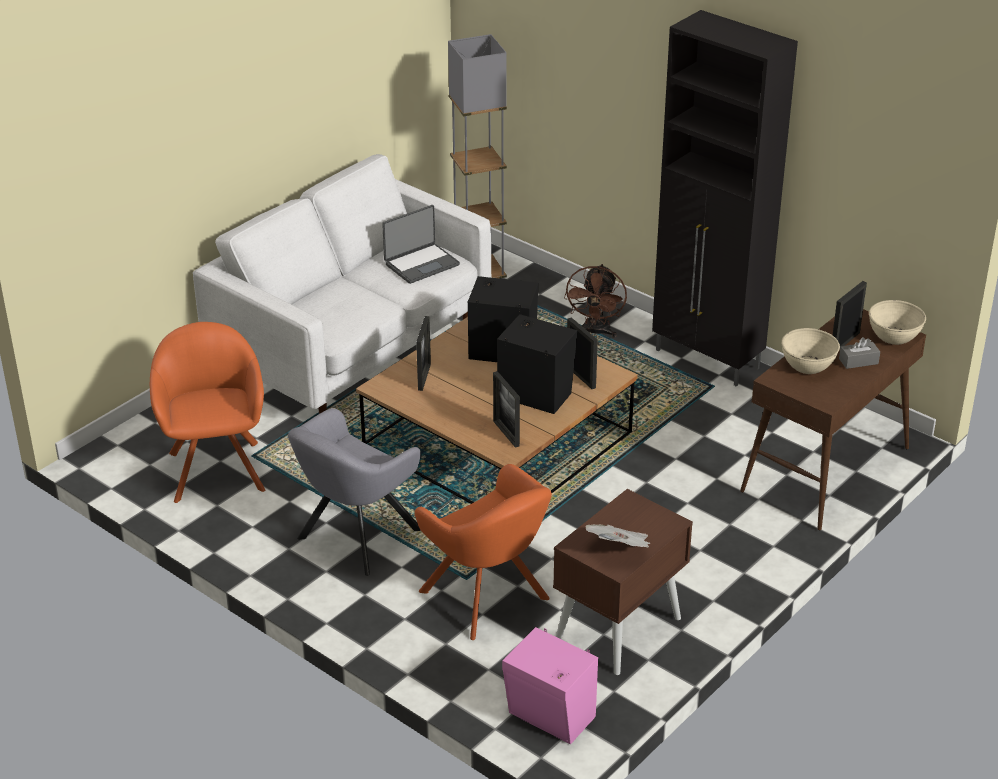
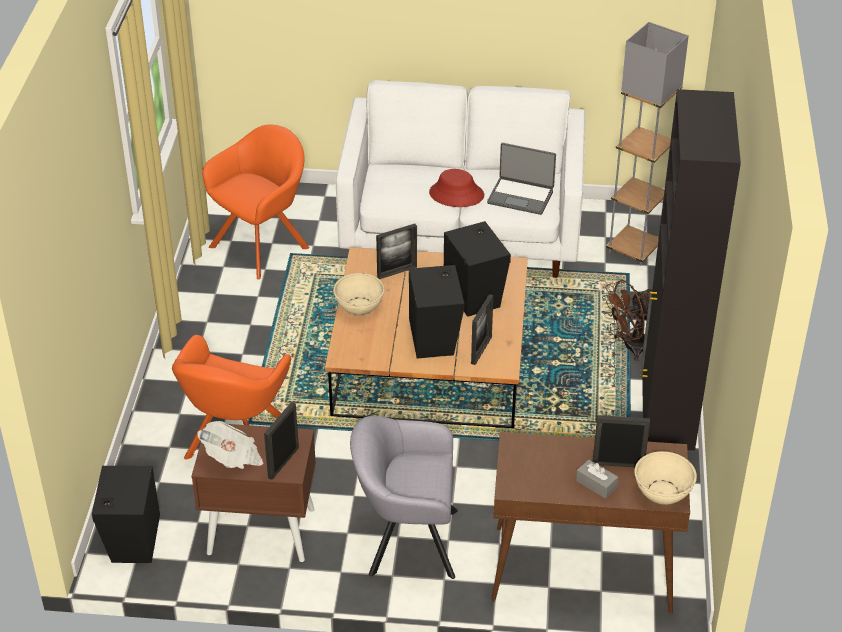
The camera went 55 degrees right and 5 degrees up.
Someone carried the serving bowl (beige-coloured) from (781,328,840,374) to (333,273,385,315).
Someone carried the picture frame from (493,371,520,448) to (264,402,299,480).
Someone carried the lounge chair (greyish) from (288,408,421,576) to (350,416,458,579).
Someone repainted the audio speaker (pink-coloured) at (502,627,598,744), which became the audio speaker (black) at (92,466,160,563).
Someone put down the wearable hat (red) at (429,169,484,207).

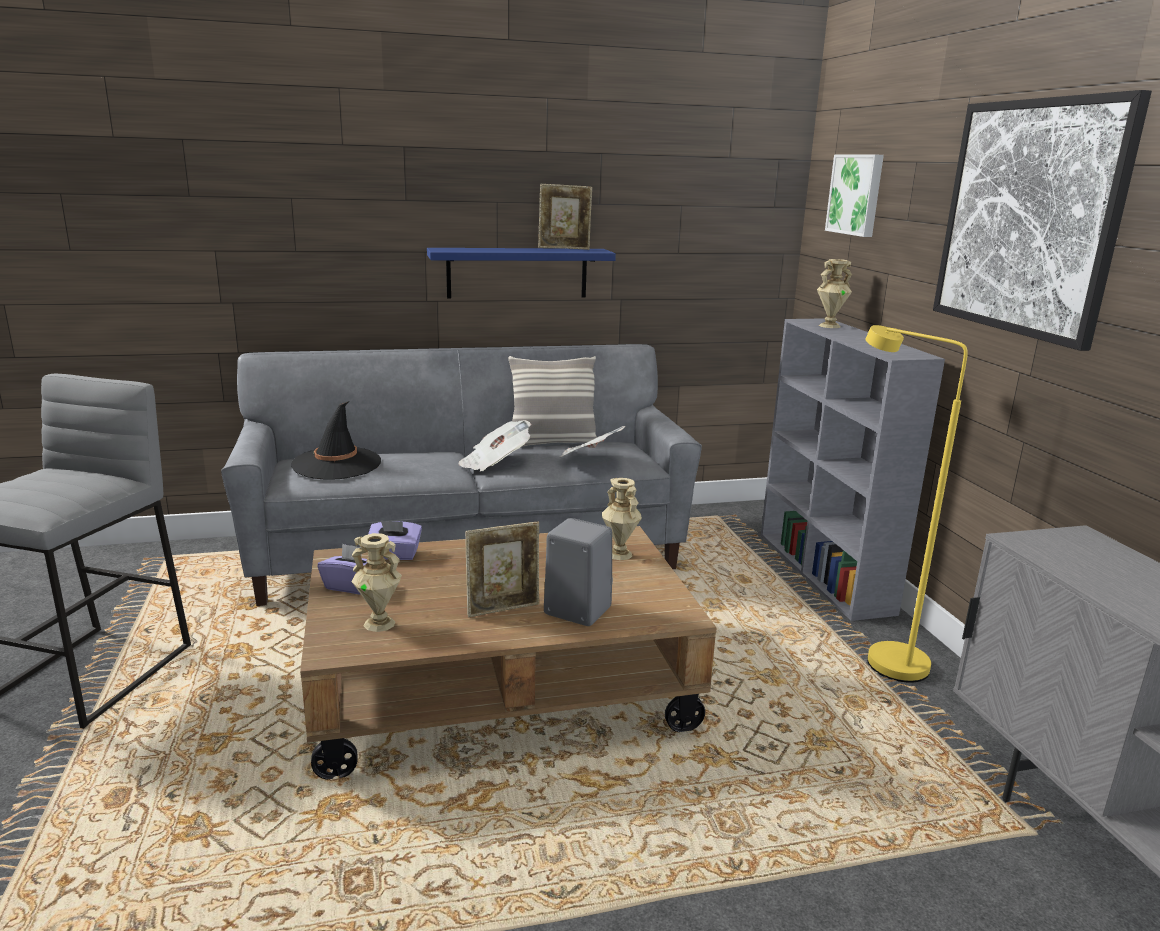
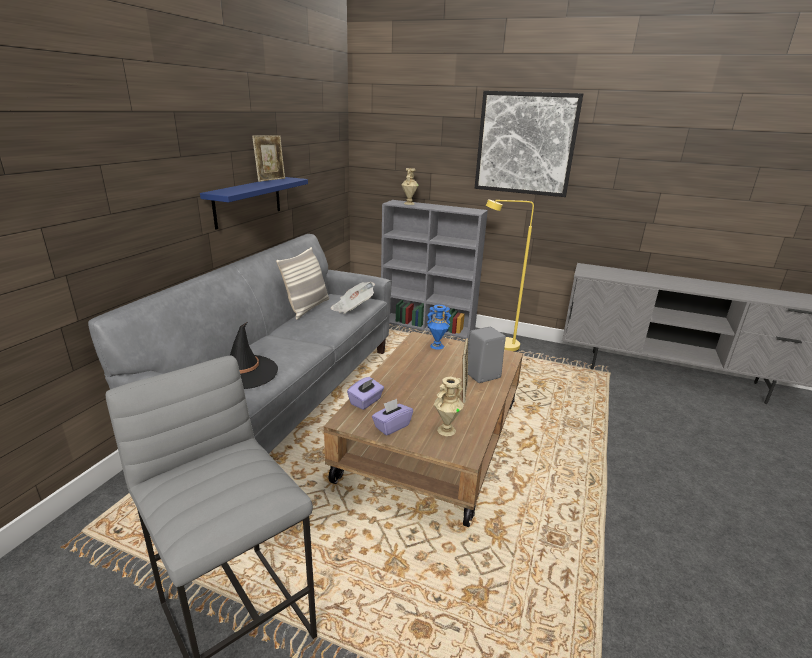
The camera went 55 degrees left and 5 degrees up.
Someone took away the wall picture at (825,154,884,237).
Someone took away the newspaper at (459,420,531,471).
Someone repainted the decorative vase (beige-coloured) at (602,478,642,560), which became the decorative vase (blue) at (427,305,451,349).

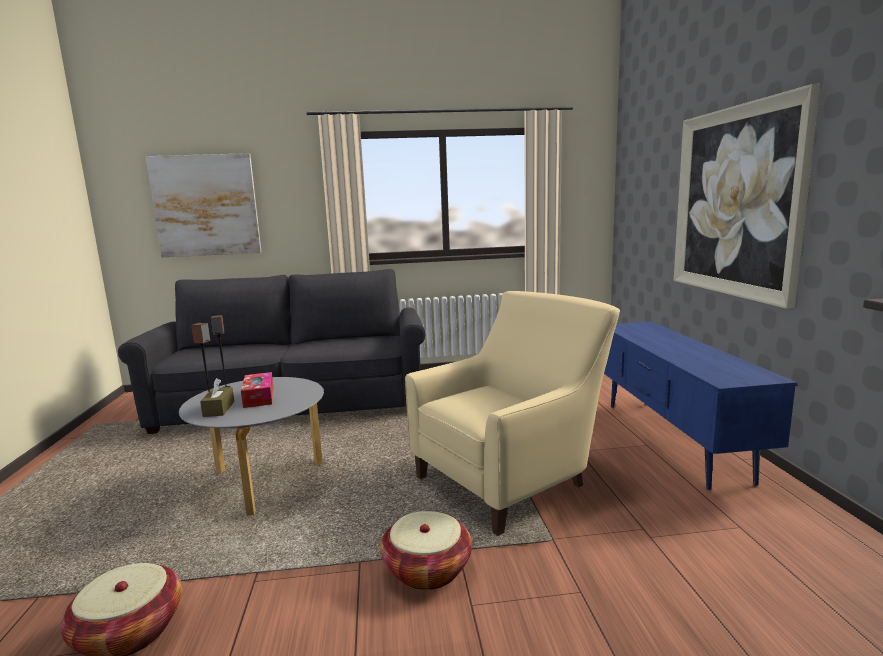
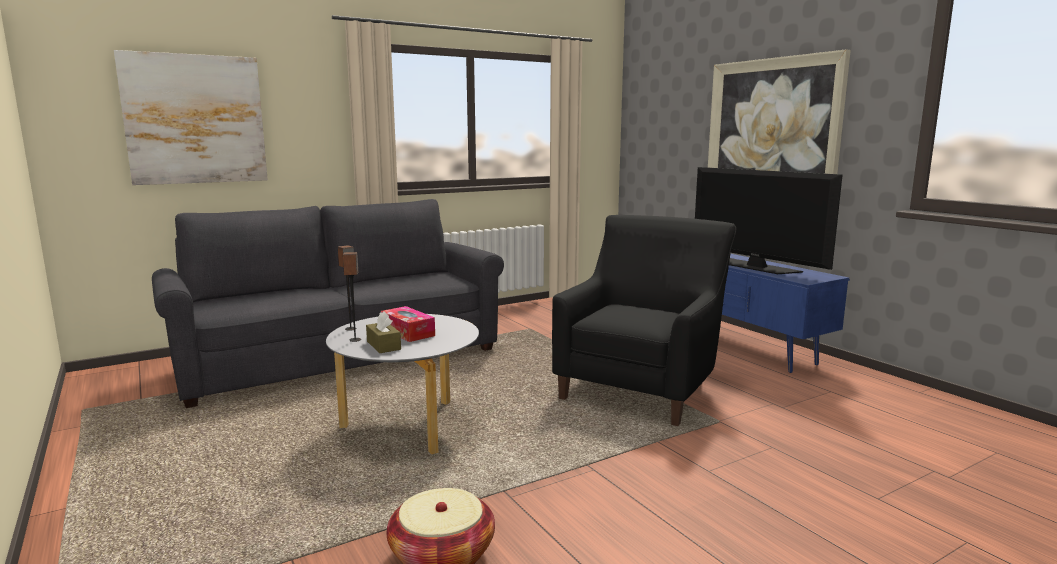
The camera went 25 degrees left and 0 degrees up.
Someone repainted the lounge chair (beige-coloured) at (405,291,620,536), which became the lounge chair (black) at (552,215,736,426).
Someone took away the storage basket at (380,511,472,590).
Someone put down the TV set at (695,167,842,274).

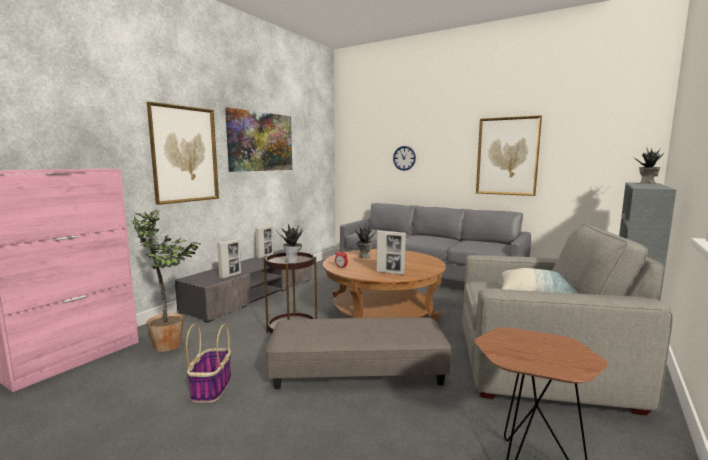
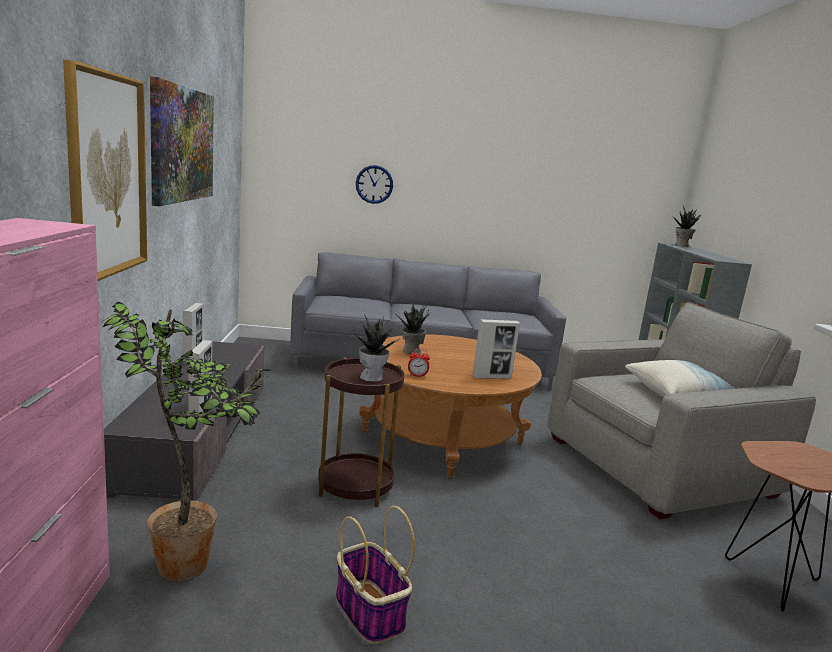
The camera went 35 degrees left and 5 degrees up.
Someone took away the wall picture at (476,115,542,196).
Someone took away the footrest (greyish) at (266,317,451,389).

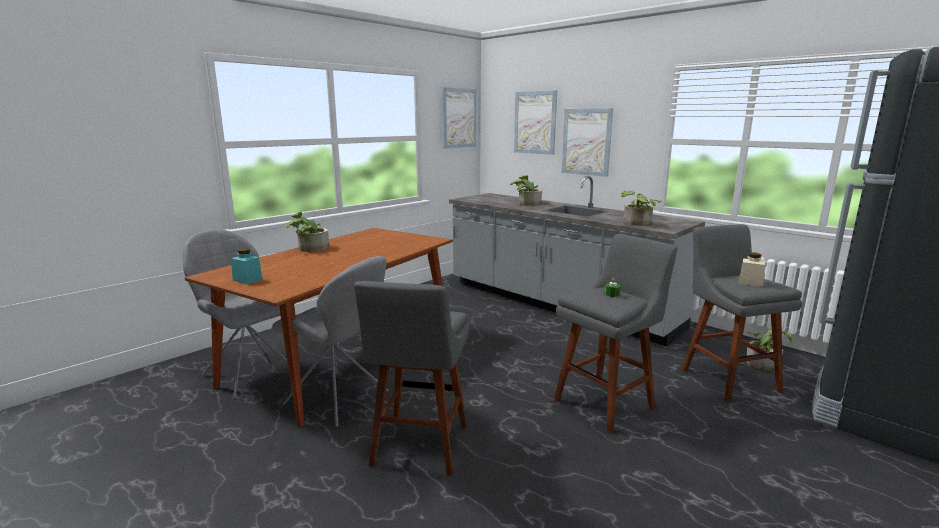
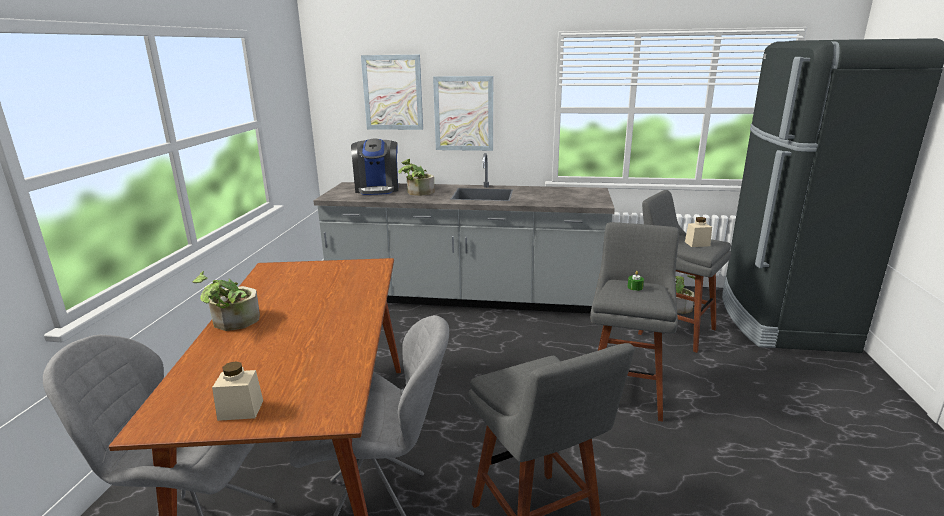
The camera went 35 degrees left and 5 degrees up.
Someone took away the wall picture at (442,87,477,148).
Someone took away the houseplant at (621,190,661,226).
Someone repainted the storage jar (blue-green) at (231,248,263,284), which became the storage jar (beige-coloured) at (212,361,263,421).
Someone put down the coffee maker at (351,139,398,195).

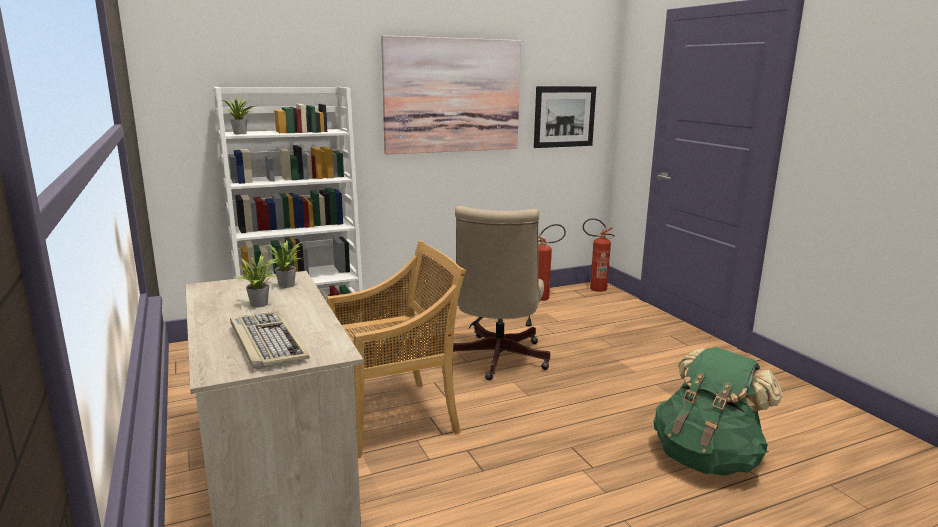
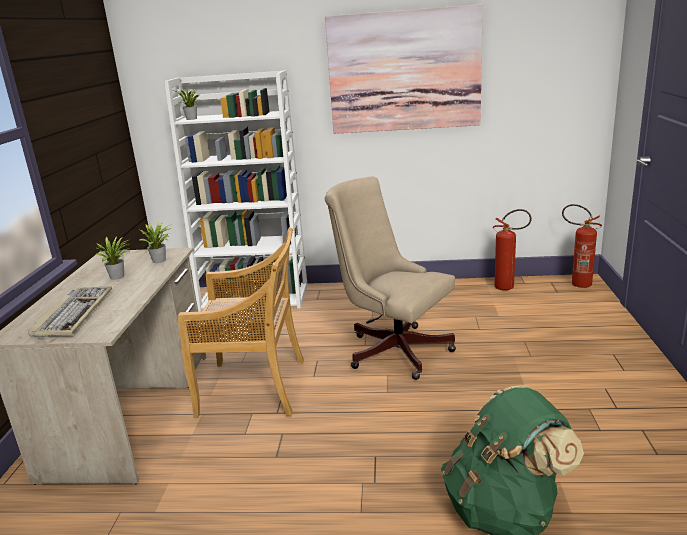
The camera went 30 degrees right and 5 degrees up.
Someone took away the wall picture at (534,86,596,148).
Someone rotated the computer chair (beige-coloured) at (453,206,550,380) by 90 degrees clockwise.

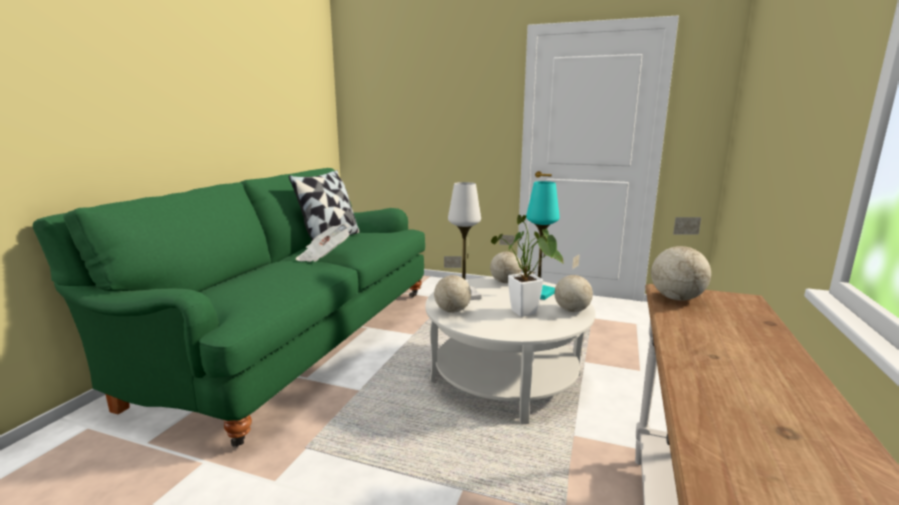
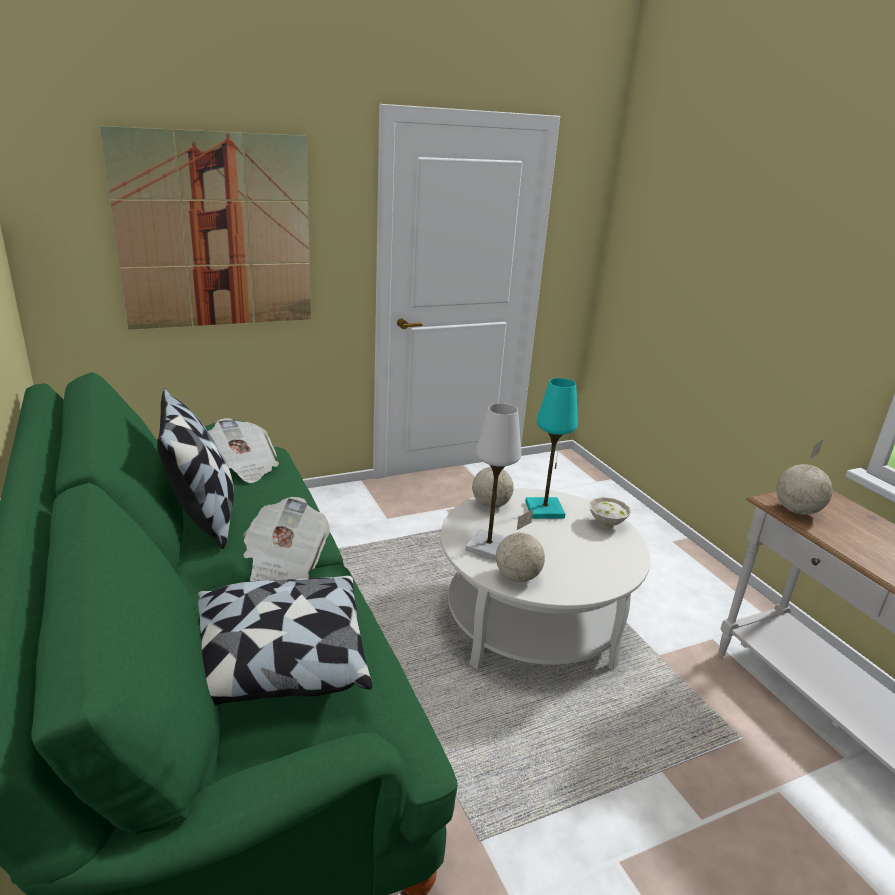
The camera went 45 degrees left and 10 degrees up.
Someone took away the houseplant at (491,215,564,317).
Someone swapped the desk globe at (555,254,593,312) for the serving bowl (white-coloured) at (589,497,631,529).
Someone put up the wall picture at (100,126,311,329).
Someone put down the newspaper at (208,418,279,483).
Someone put down the pillow at (197,576,372,705).

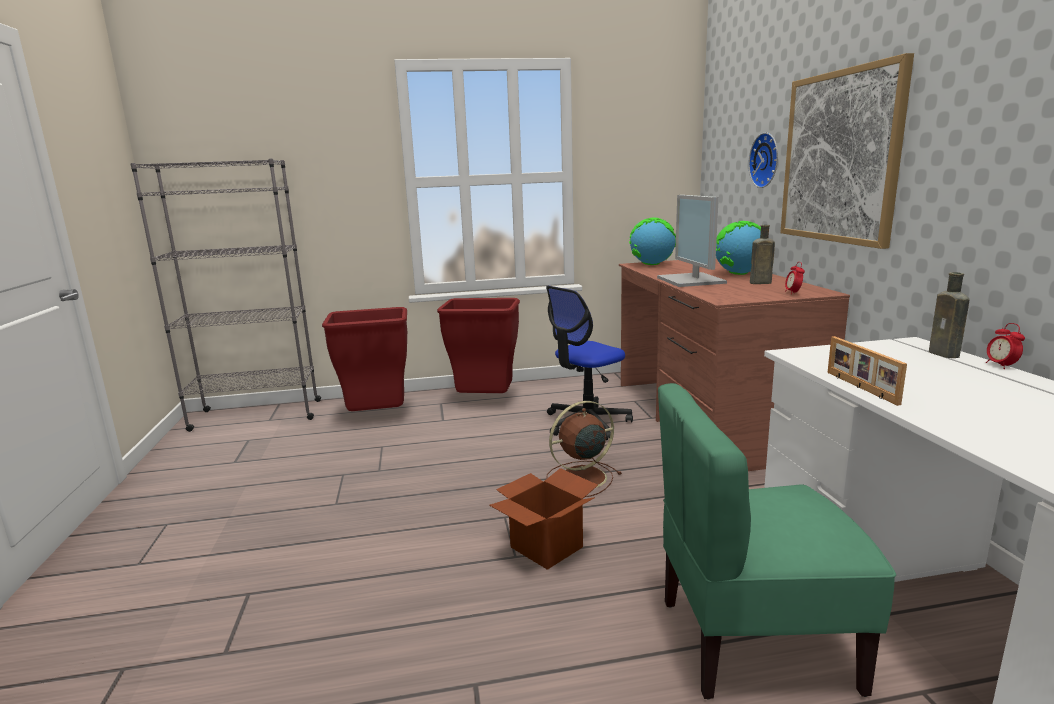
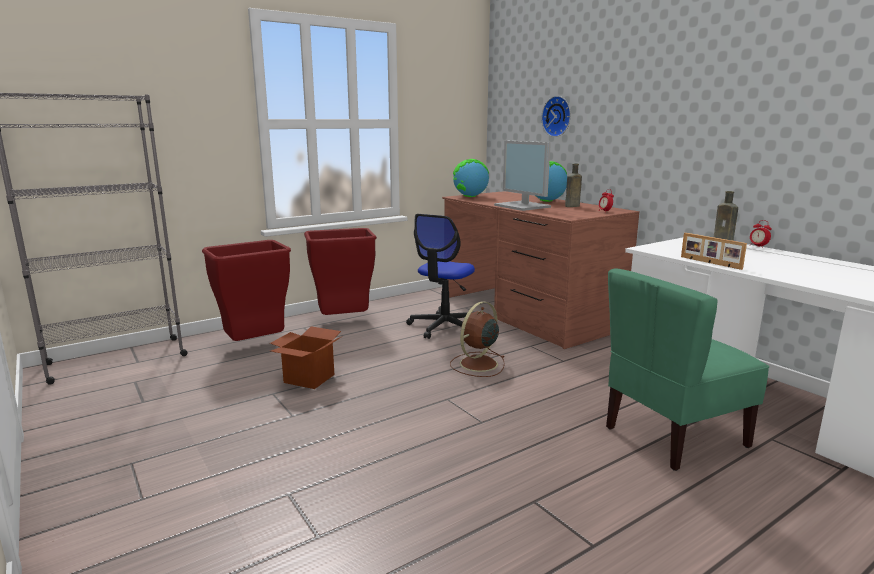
The camera went 25 degrees left and 0 degrees up.
Someone took away the wall picture at (780,53,914,249).
Someone carried the packing box from (489,468,598,570) to (270,327,341,389).

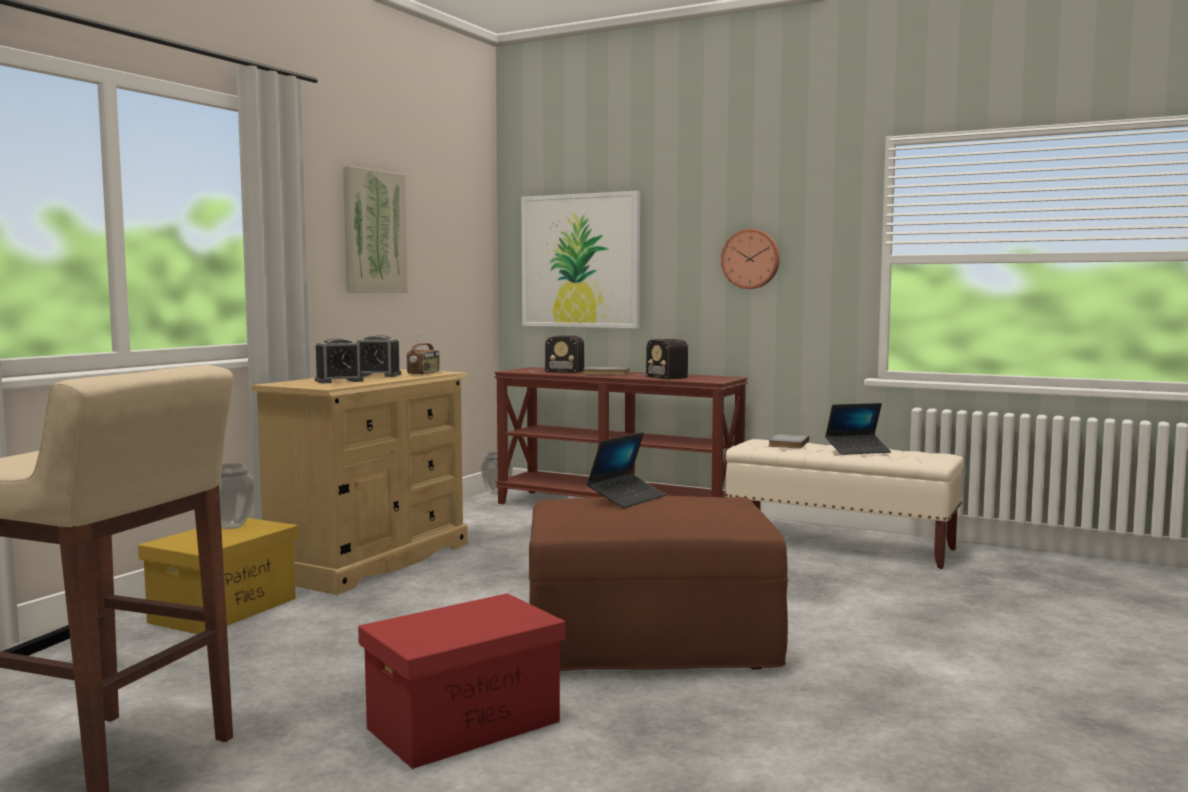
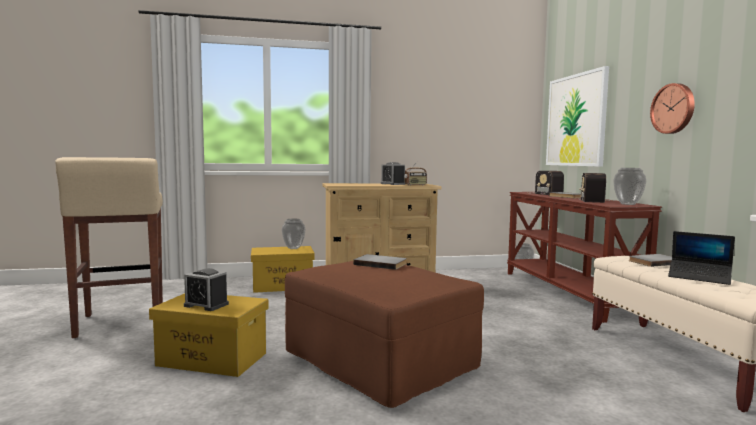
The camera went 50 degrees right and 0 degrees up.
Someone took away the wall picture at (343,166,408,293).
Someone carried the table clock from (315,338,364,383) to (184,268,229,311).
Someone swapped the laptop at (586,432,666,508) for the bound book (greyish) at (353,254,407,270).
Someone repainted the storage box (red) at (358,593,565,769), which became the storage box (yellow) at (149,293,269,377).
Someone put down the decorative vase at (613,168,646,205).

